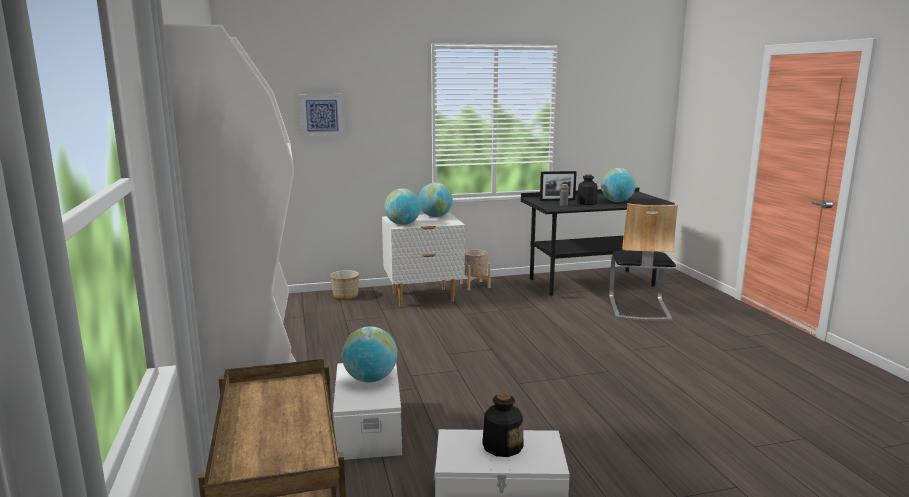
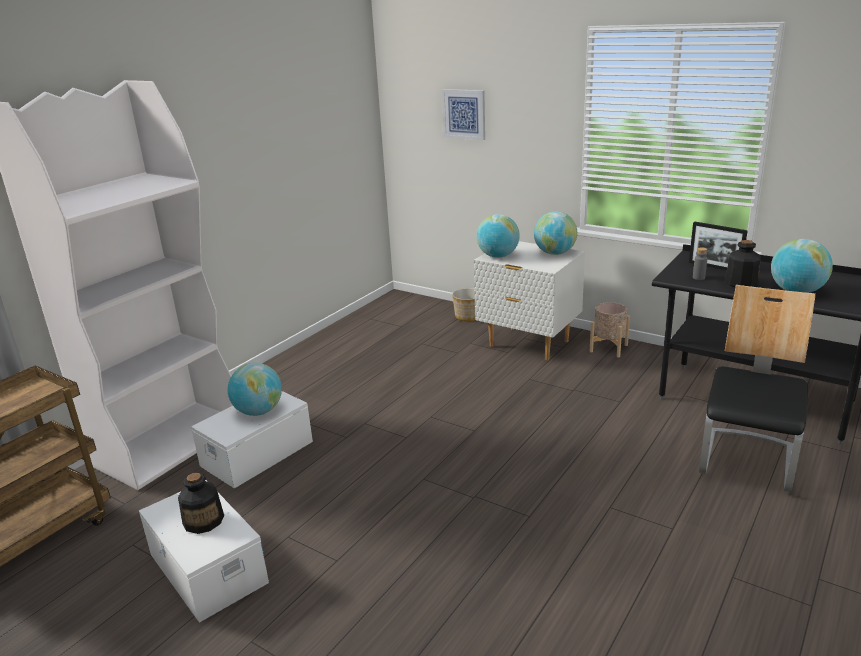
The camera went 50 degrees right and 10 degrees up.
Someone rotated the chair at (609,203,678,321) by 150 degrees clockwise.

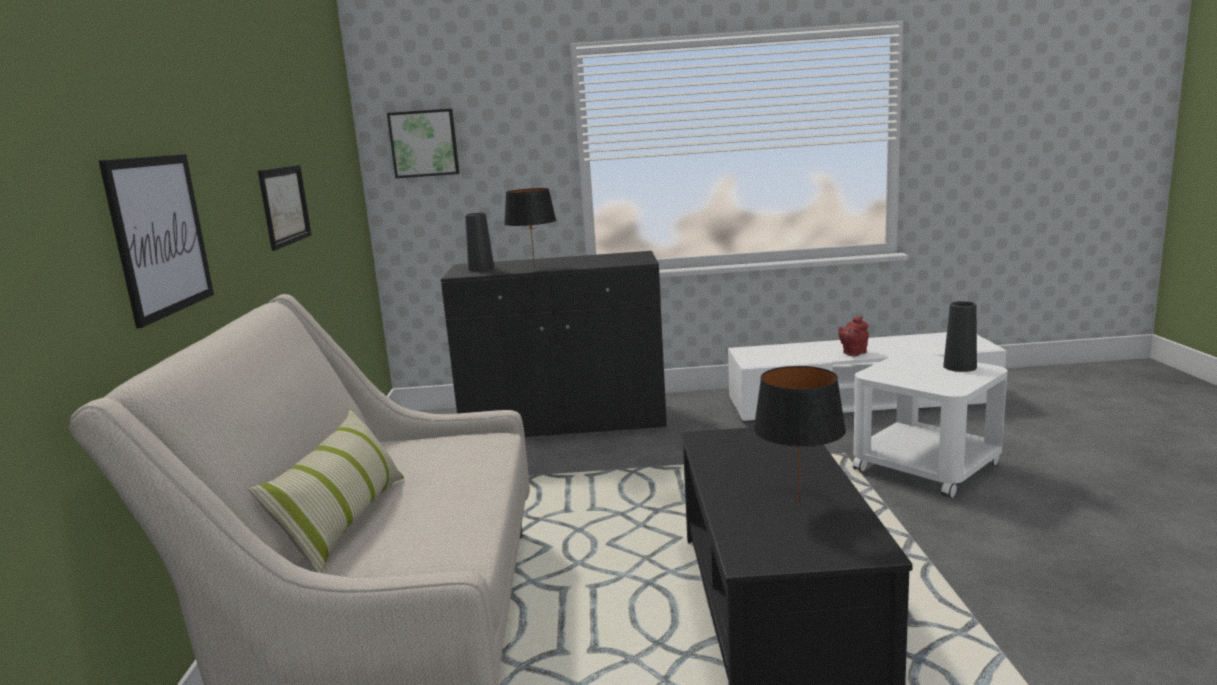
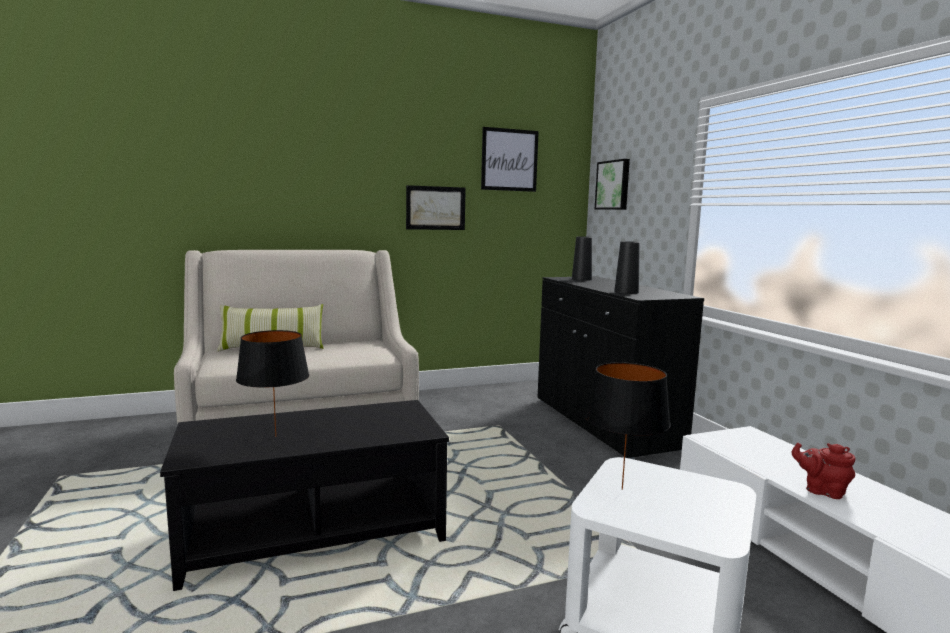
The camera went 70 degrees right and 5 degrees down.
Someone carried the wall picture from (99,154,214,328) to (481,127,539,192).
Someone carried the table lamp (black) from (504,188,556,269) to (585,362,671,490).
Someone carried the decorative vase (black) from (943,301,977,372) to (614,241,640,294).

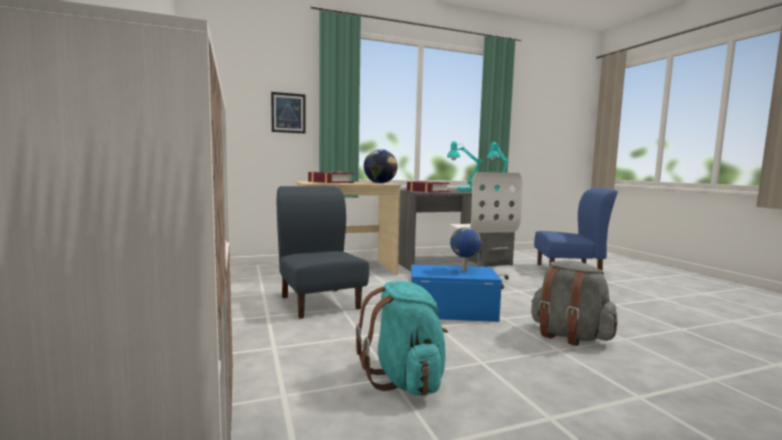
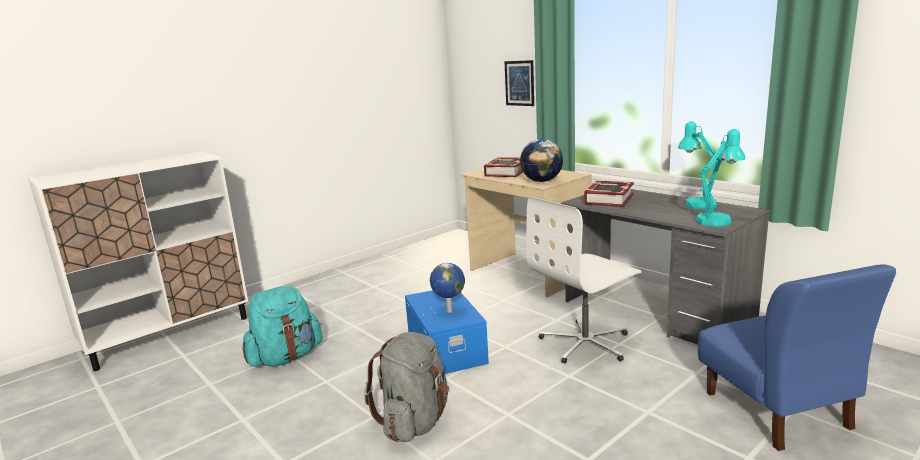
The camera went 70 degrees right and 10 degrees up.
Someone took away the chair (blue) at (276,186,369,319).

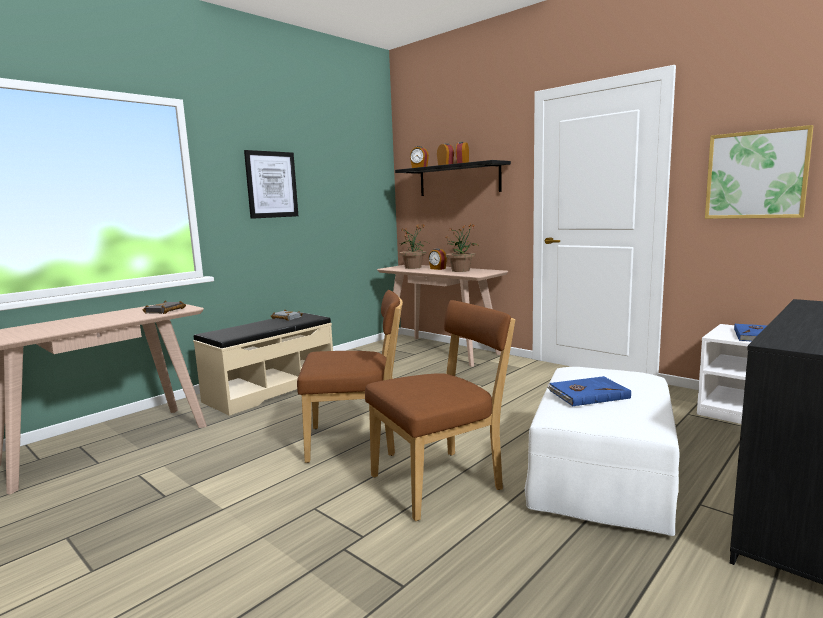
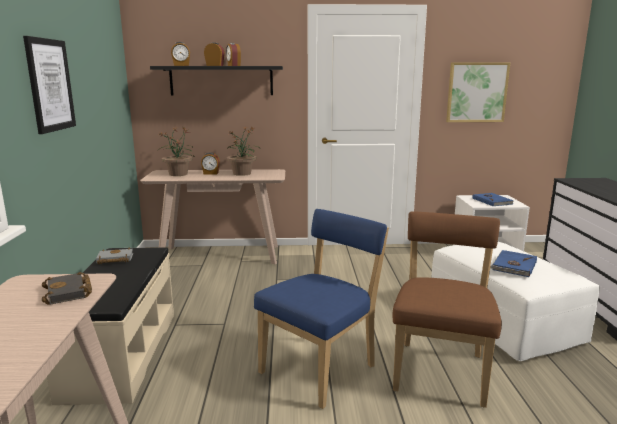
The camera went 45 degrees left and 5 degrees up.
Someone repainted the chair (brown-coloured) at (297,290,403,463), which became the chair (blue) at (254,209,389,409).

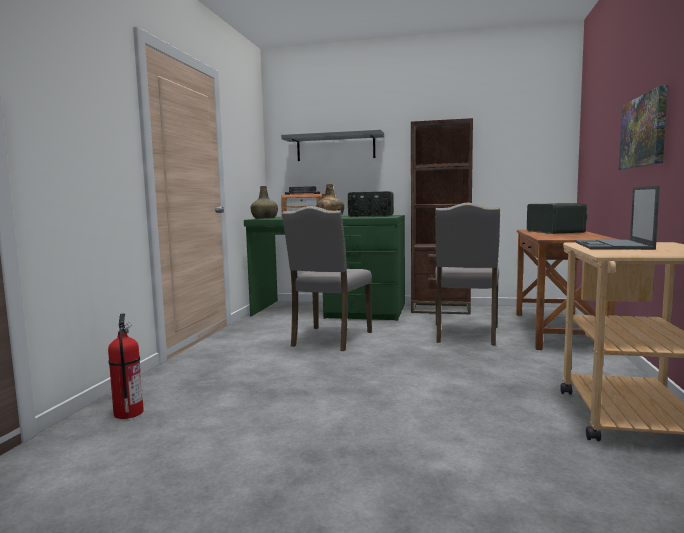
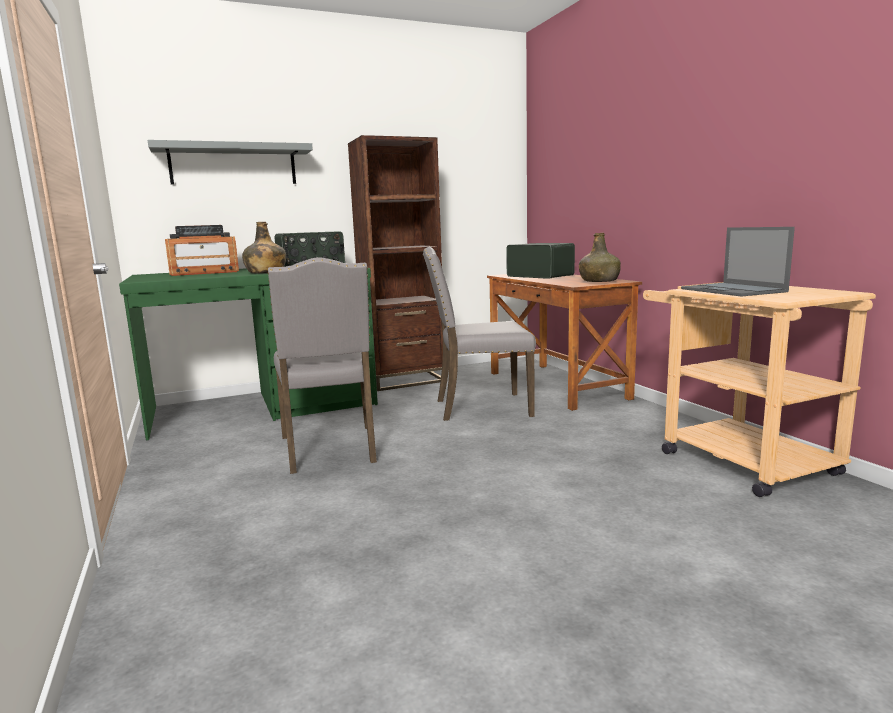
The camera went 35 degrees left and 5 degrees up.
Someone took away the wall picture at (619,85,668,169).
Someone carried the bottle (green-coloured) from (250,186,278,219) to (579,233,621,282).
Someone rotated the chair (greyish) at (435,202,500,345) by 105 degrees clockwise.
Someone took away the fire extinguisher at (108,313,144,419).

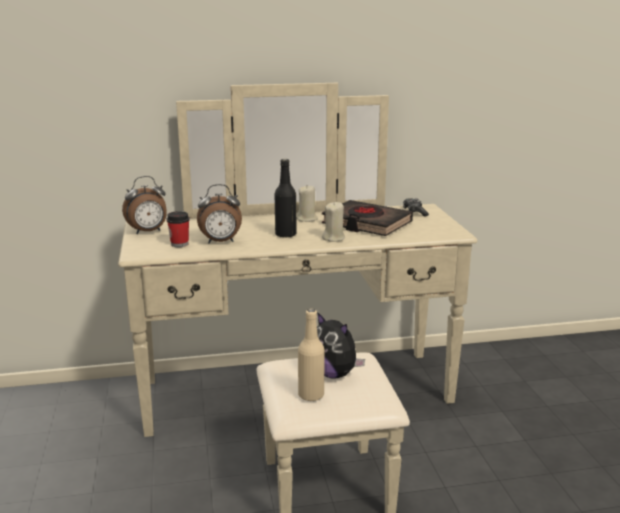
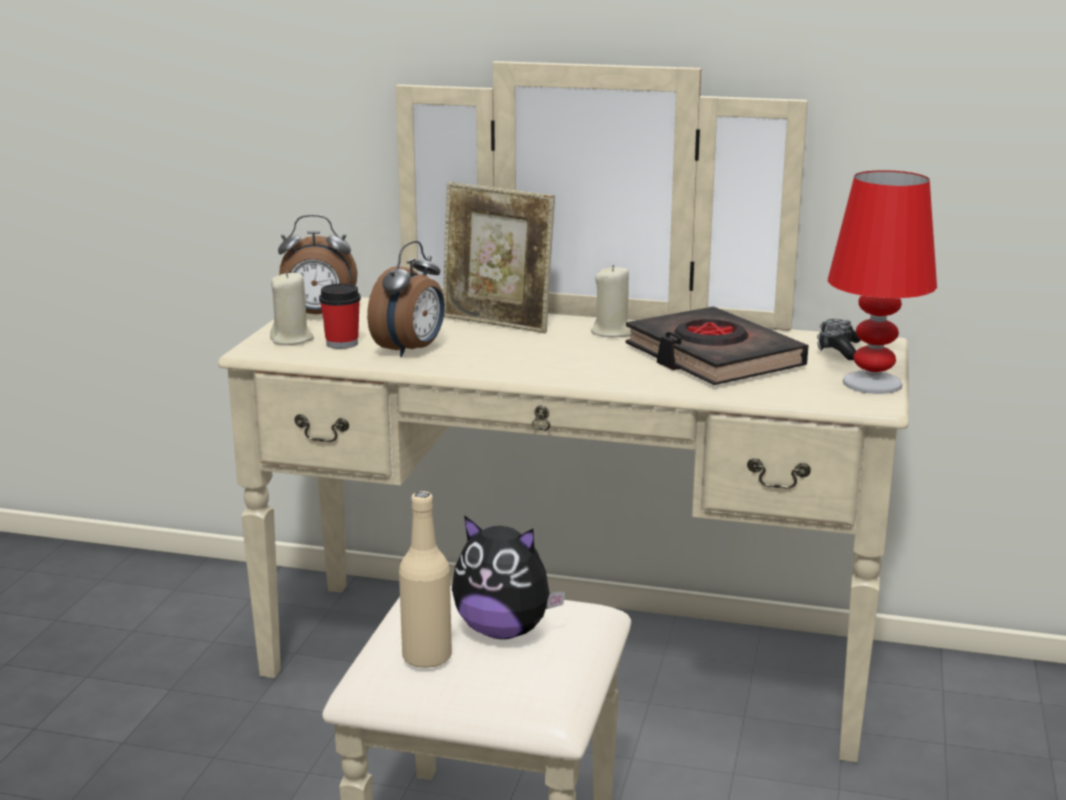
The camera went 25 degrees right and 0 degrees up.
Someone took away the bottle (black) at (275,159,296,238).
Someone rotated the table clock at (197,184,242,243) by 75 degrees counterclockwise.
Someone carried the wax candle (beige-coloured) from (322,201,345,242) to (270,271,314,345).
Someone rotated the cuddly toy at (317,312,365,379) by 45 degrees counterclockwise.
Someone put down the table lamp (red) at (828,170,937,394).
Someone put down the picture frame at (443,182,555,333).

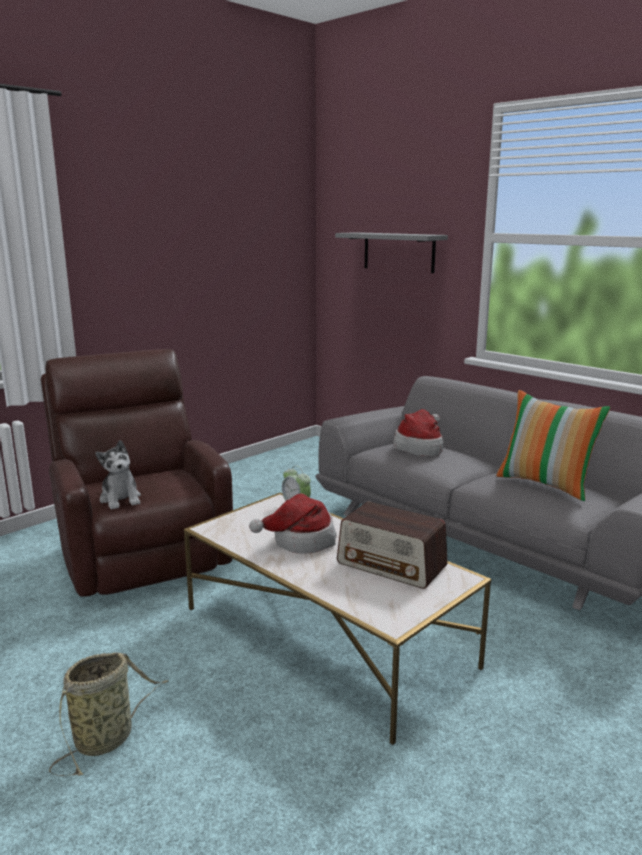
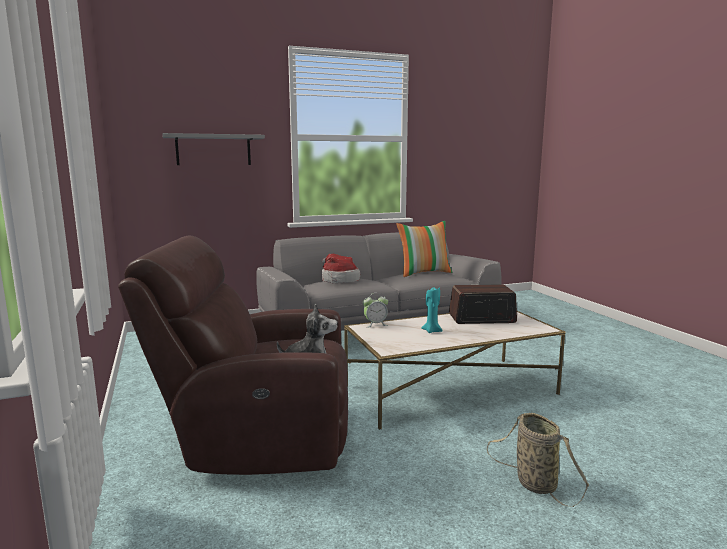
The camera went 65 degrees left and 5 degrees down.
Someone swapped the wearable hat at (249,493,337,554) for the wax candle (blue-green) at (421,287,443,333).
Someone rotated the radio receiver at (337,501,448,589) by 150 degrees counterclockwise.

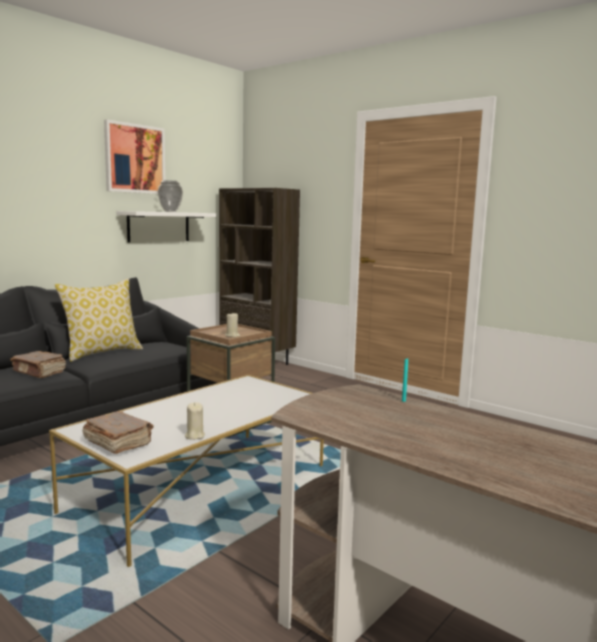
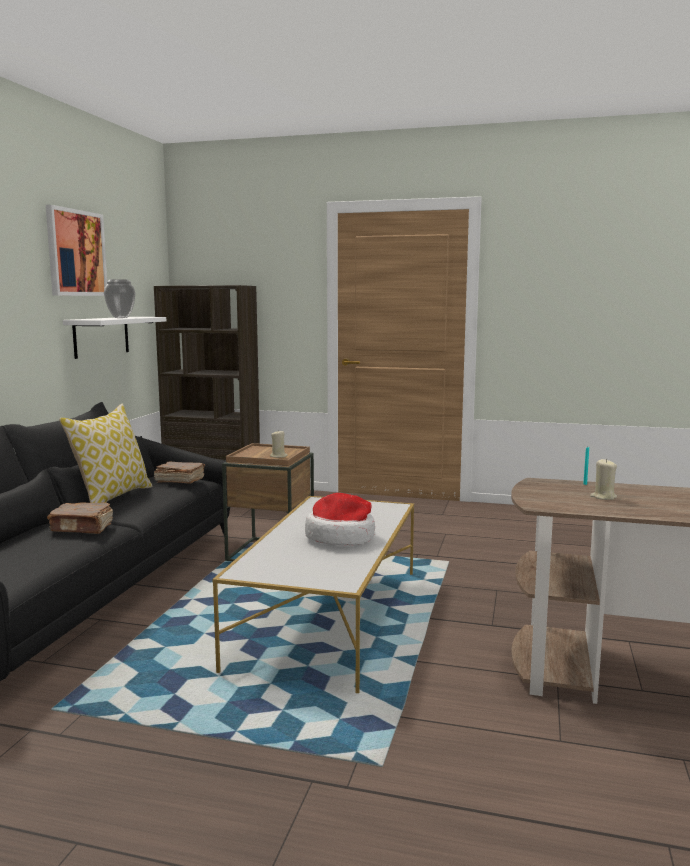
The camera went 25 degrees left and 0 degrees up.
Someone carried the wax candle (beige-coloured) from (185,402,205,440) to (590,459,617,500).
Someone carried the bound book (brown-coloured) from (82,411,153,454) to (154,461,205,484).
Someone put down the wearable hat at (305,493,375,545).

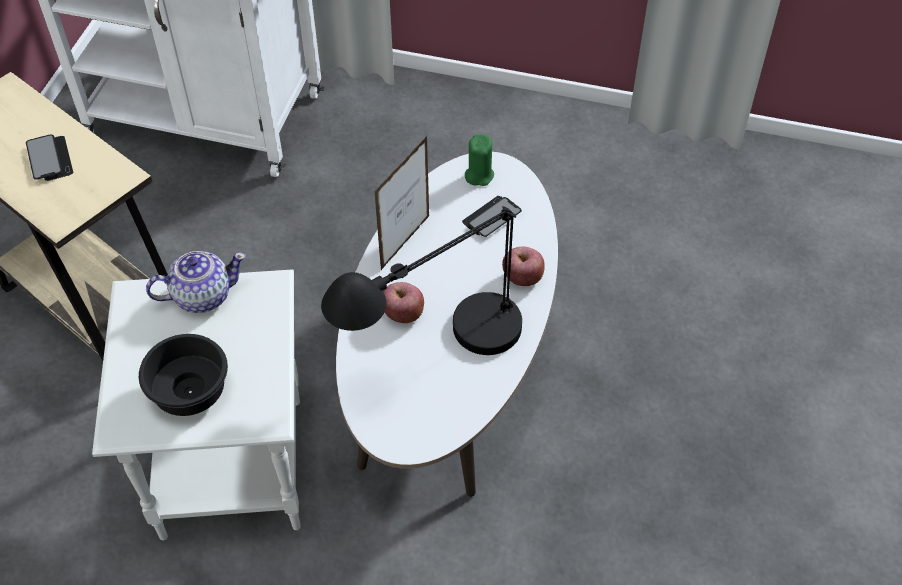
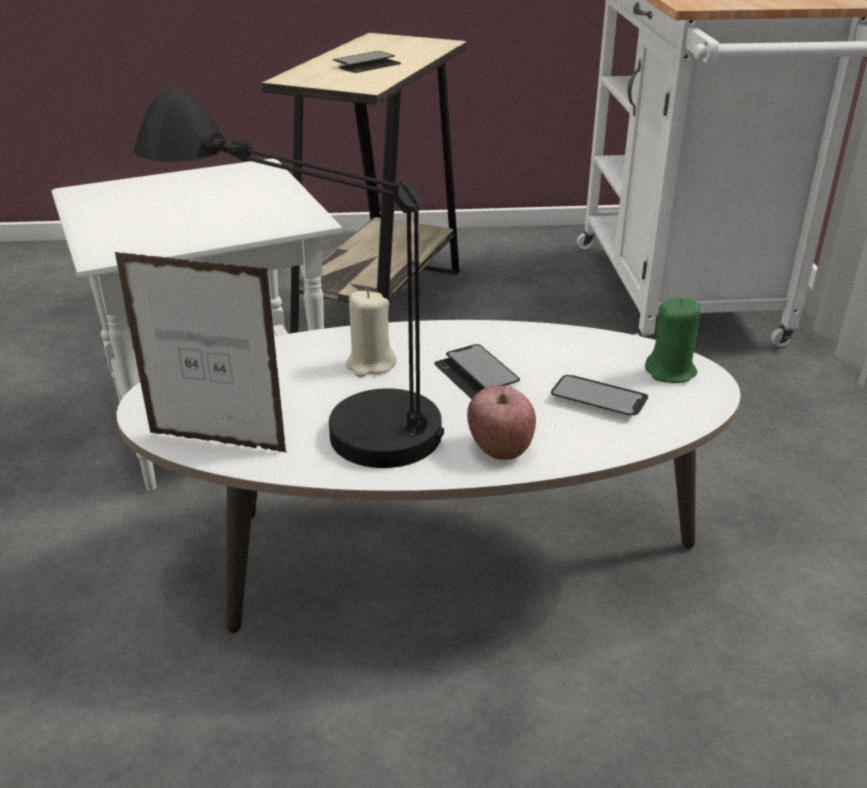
The camera went 70 degrees right and 20 degrees down.
Someone carried the picture frame from (374,136,430,270) to (115,252,287,453).
Someone took away the teapot at (146,251,246,313).
Someone swapped the whole apple at (383,282,424,323) for the wax candle (beige-coloured) at (345,290,396,377).
Someone took away the serving bowl (black) at (139,334,228,416).
Someone put down the phone at (434,344,520,399).

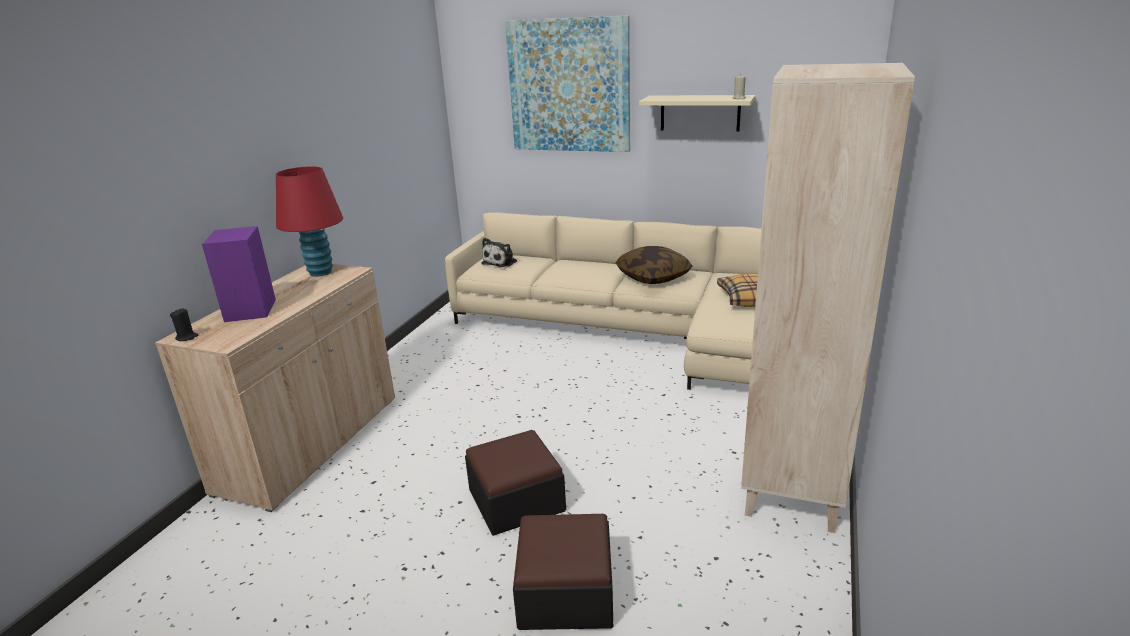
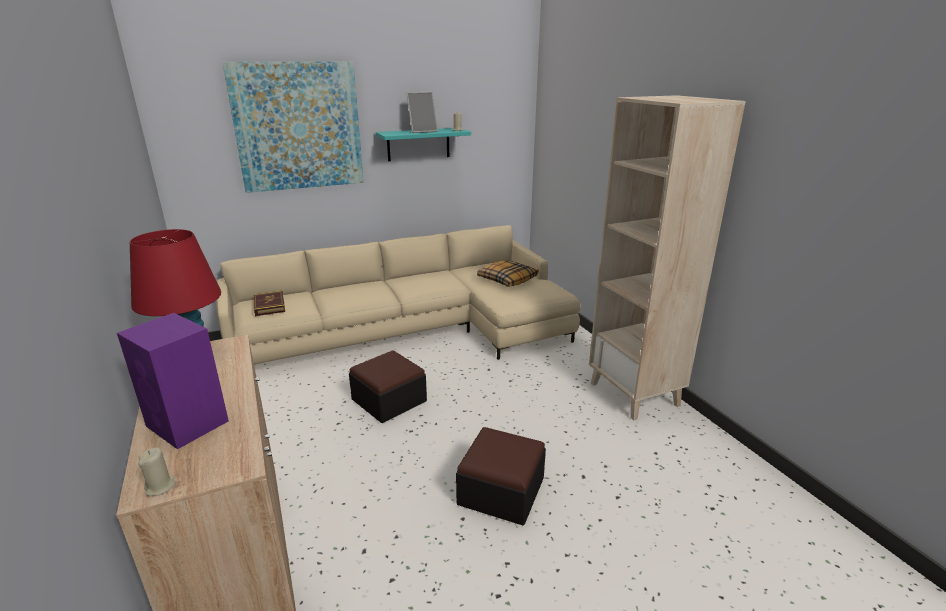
The camera went 45 degrees left and 0 degrees up.
Someone repainted the bracket shelf (beige-coloured) at (639,95,755,132), which became the bracket shelf (blue-green) at (376,128,471,161).
Someone swapped the cuddly toy at (481,238,517,267) for the bound book at (254,291,285,316).
Someone took away the pillow at (615,246,692,284).
Someone repainted the wax candle (black) at (170,308,198,341), which became the wax candle (beige-coloured) at (138,448,176,496).
Someone carried the footrest from (513,514,613,630) to (349,350,427,423).
Someone put down the picture frame at (406,92,438,133).

